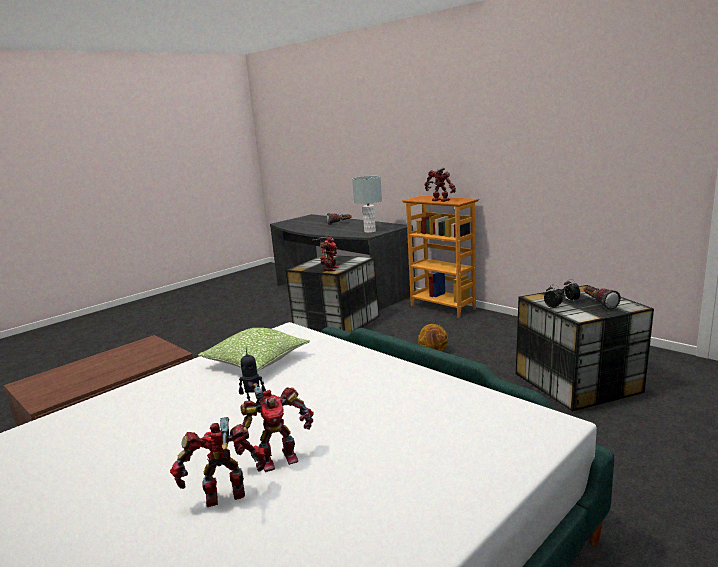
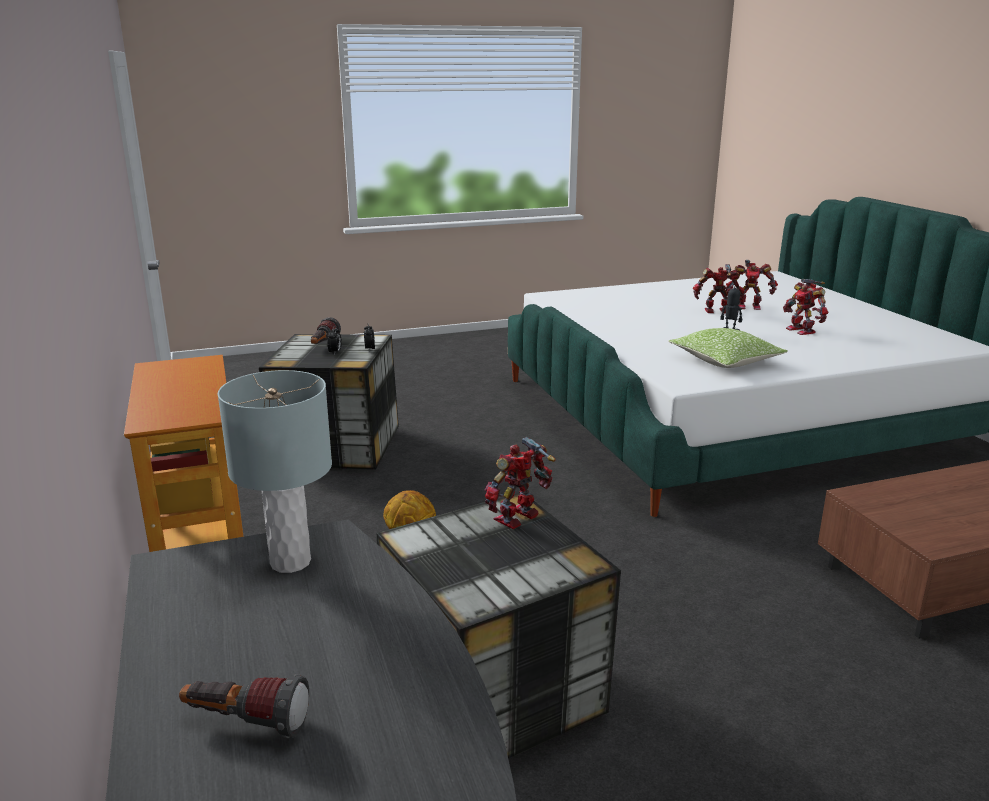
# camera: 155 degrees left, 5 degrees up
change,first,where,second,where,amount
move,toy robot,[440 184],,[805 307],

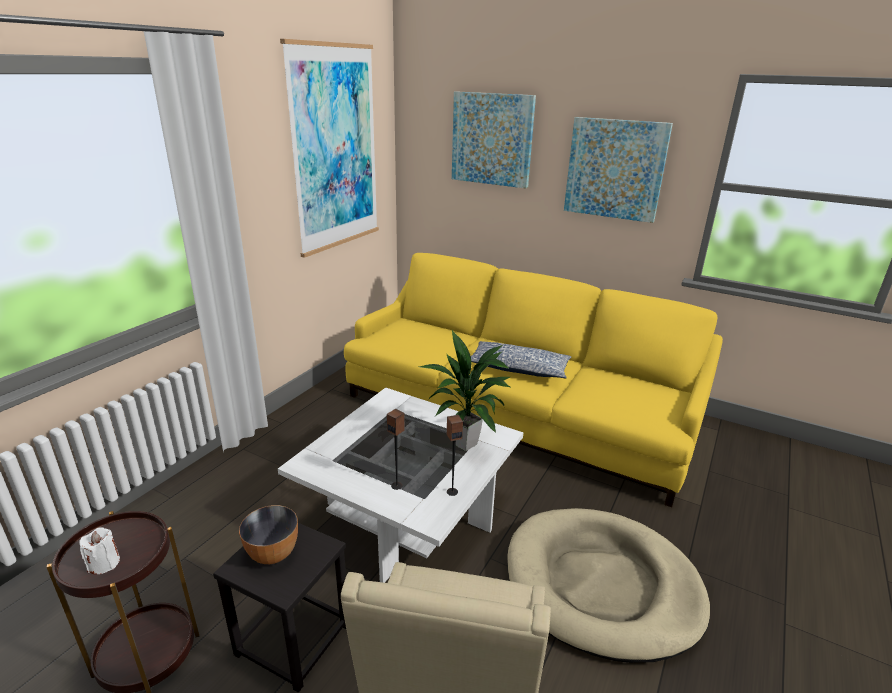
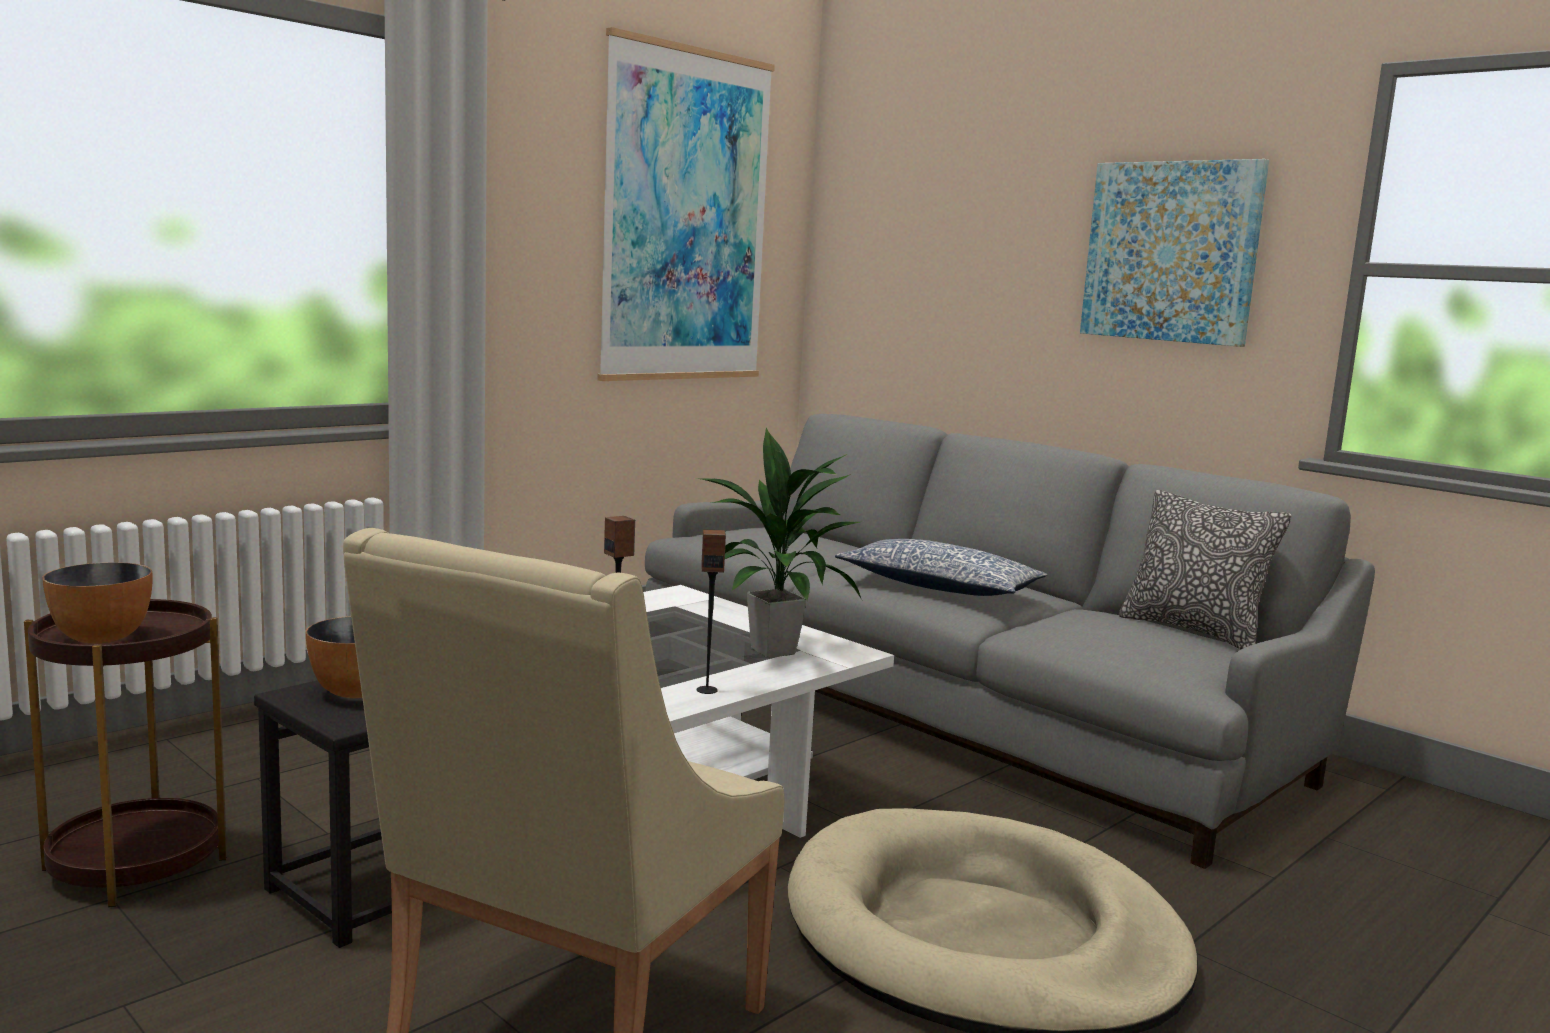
# camera: 15 degrees right, 15 degrees down
change,first,where,second,where,amount
replace,whitish wax light,[99 550],deep dish,[97 603],
recolor,yellow-coloured couch,[533 380],greyish couch,[1010 641],
insert,,,cushion,[1205 569],
delete,picture,[494 139],,,

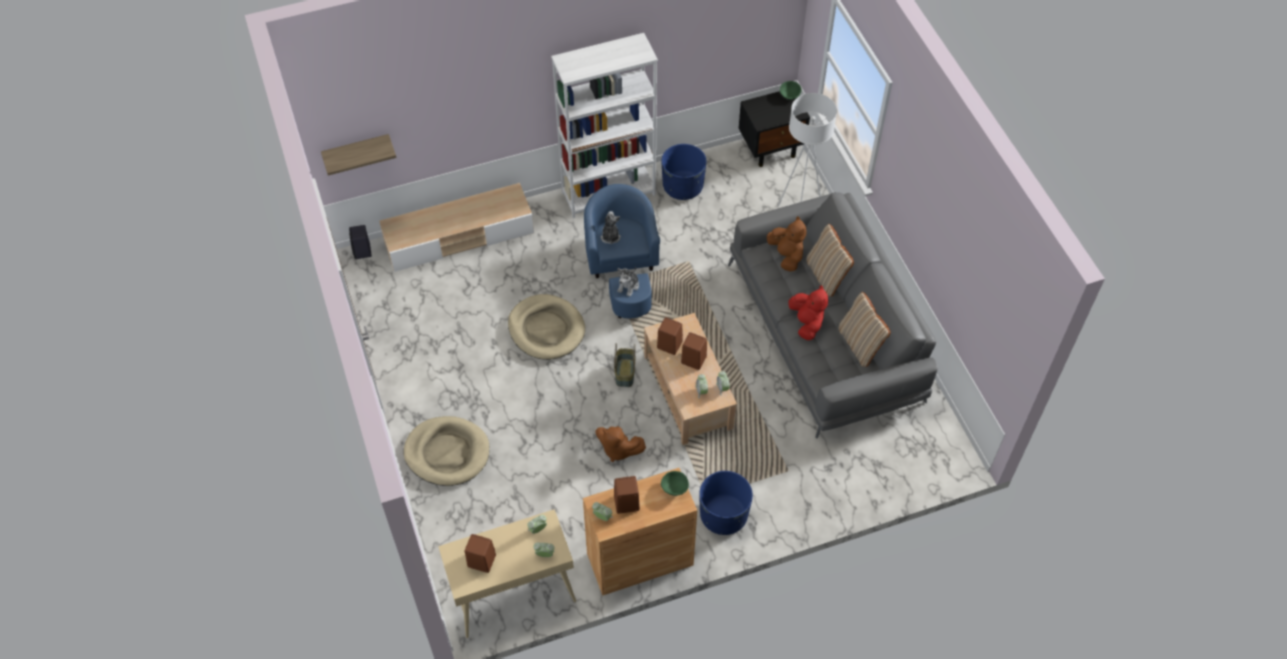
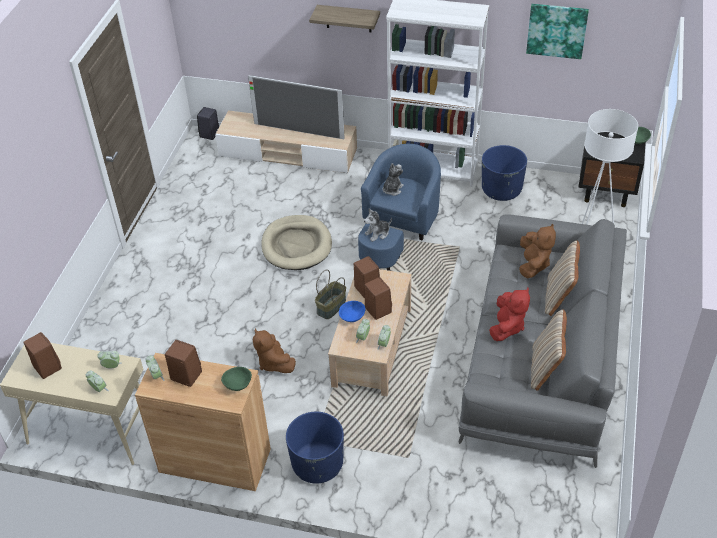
# camera: 35 degrees right, 10 degrees down
change,first,where,second,where,amount
insert,,,TV set,[296 107],
move,wall shelf,[358 155],,[344 18],
insert,,,blue deep dish,[352 311],
insert,,,picture,[557 31],
delete,beige dog bed,[446 451],,,

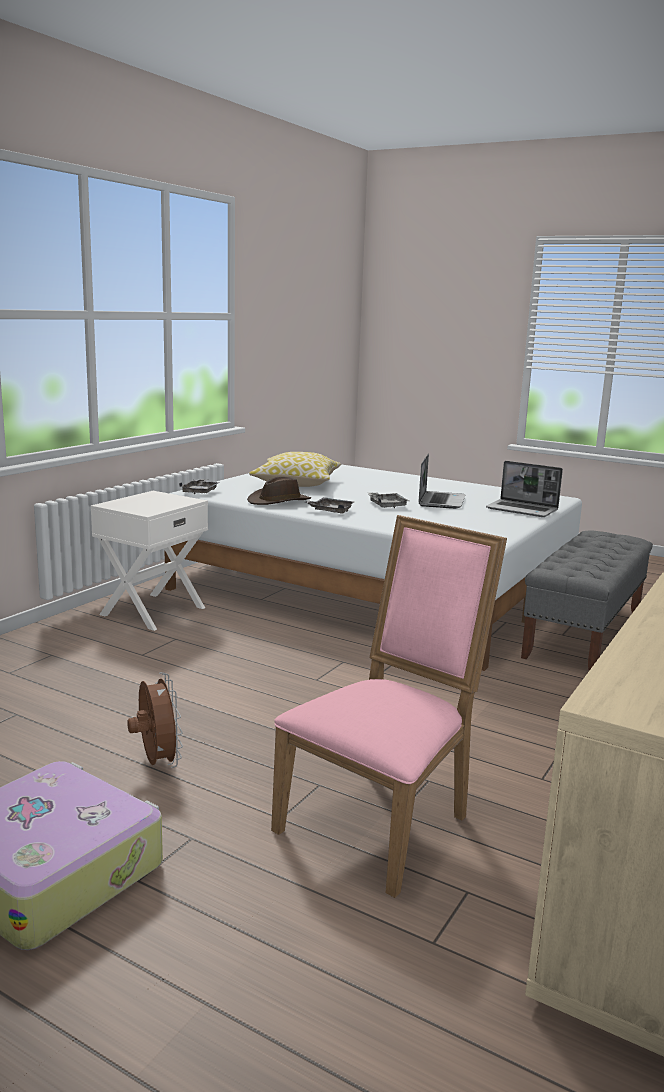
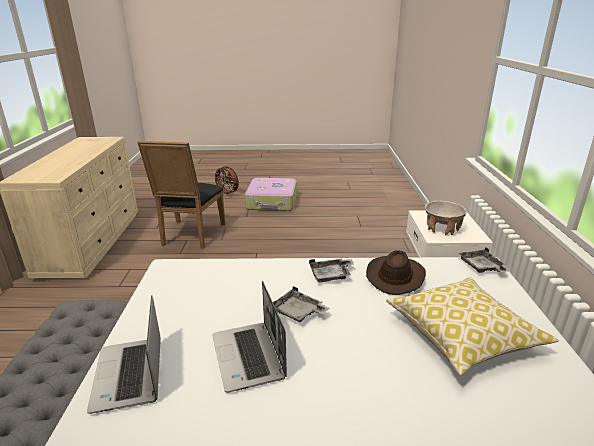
# camera: 150 degrees right, 10 degrees up
change,first,where,second,where,amount
rotate,portable computer,[524 489],,[124 354],105 degrees counterclockwise
recolor,pink-coloured chair,[389 706],black-coloured chair,[181 195],
move,brown fan,[155 720],,[225 181],
insert,,,beige deep dish,[446 218],

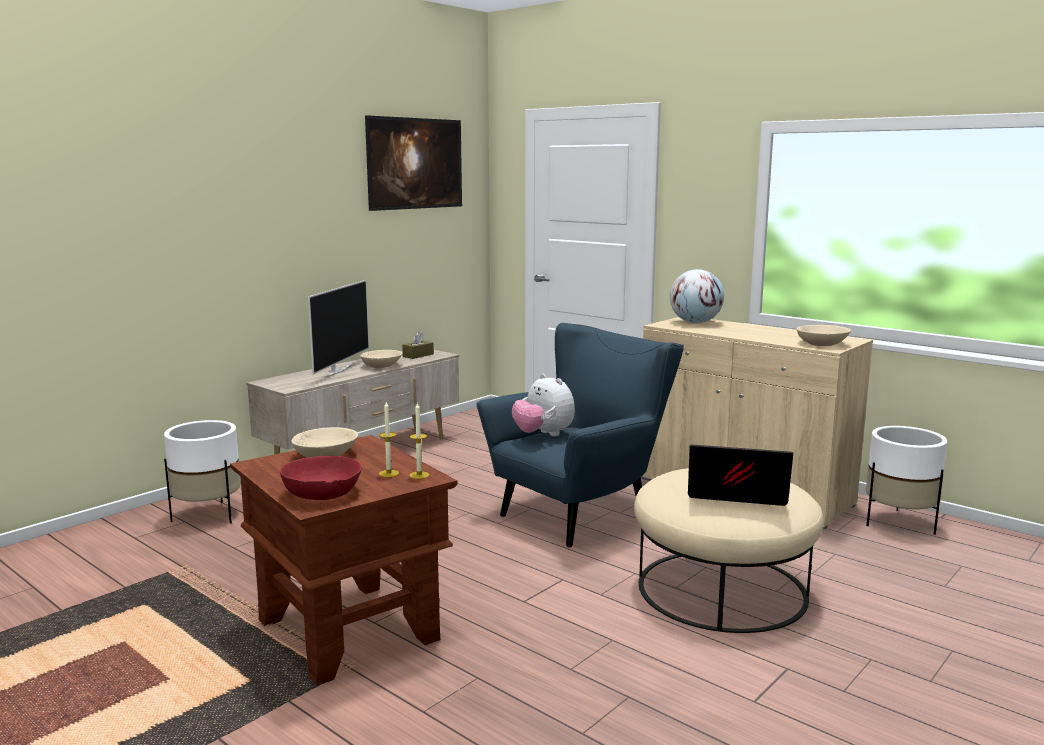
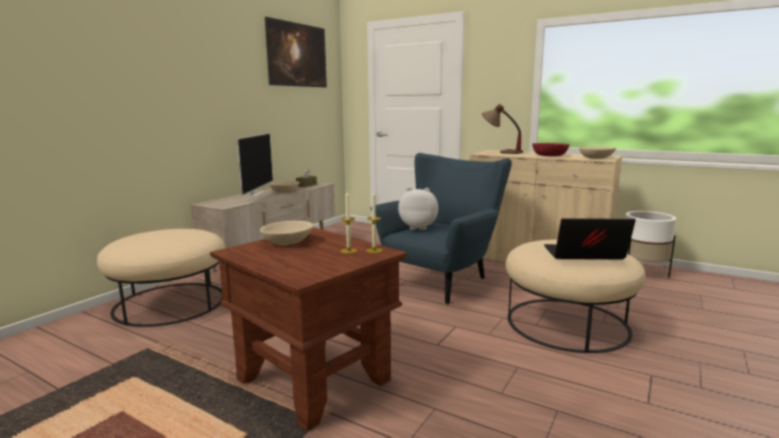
# camera: 10 degrees left, 0 degrees up
change,first,where,second,where,amount
replace,whitish planter,[202 472],beige ottoman,[161 278],
rotate,cuddly toy,[543 405],,[418 208],150 degrees clockwise
replace,globe,[697 296],tabletop lamp,[502 129],
move,red deep dish,[321 478],,[551 149],

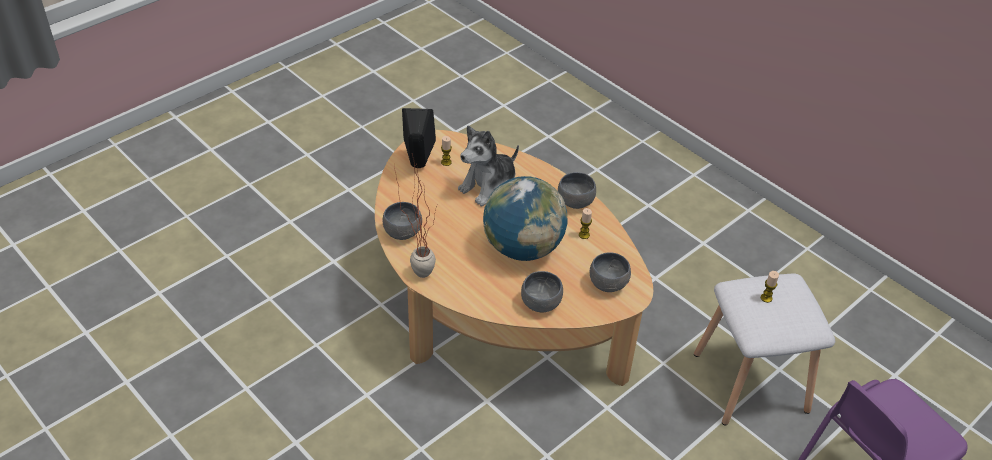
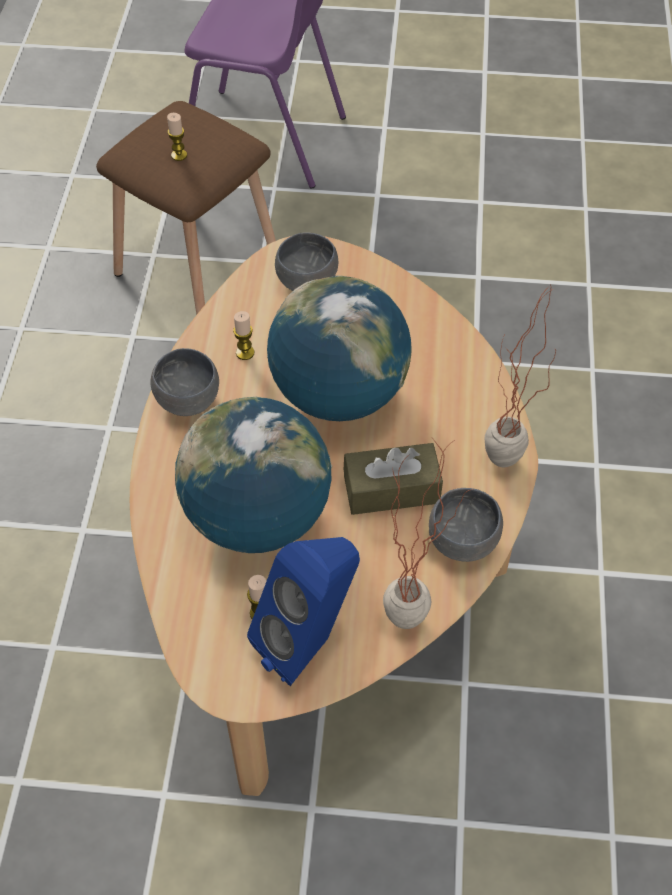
# camera: 130 degrees left, 10 degrees up
change,first,where,second,where,amount
recolor,whitish stool,[764 349],brown stool,[186 208],
replace,cuddly toy,[488 165],globe,[253 475],
recolor,black-coloured loudspeaker,[419 138],blue loudspeaker,[303 611],
insert,,,brown tissue holder,[393 479],
insert,,,plant in a pot,[426 533],
delete,greyish deep dish,[542 291],,,

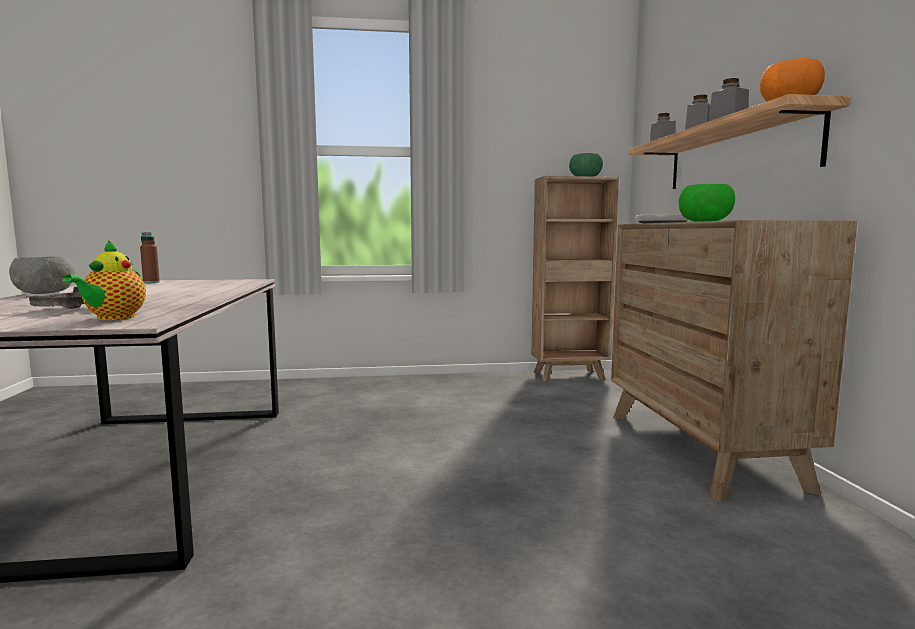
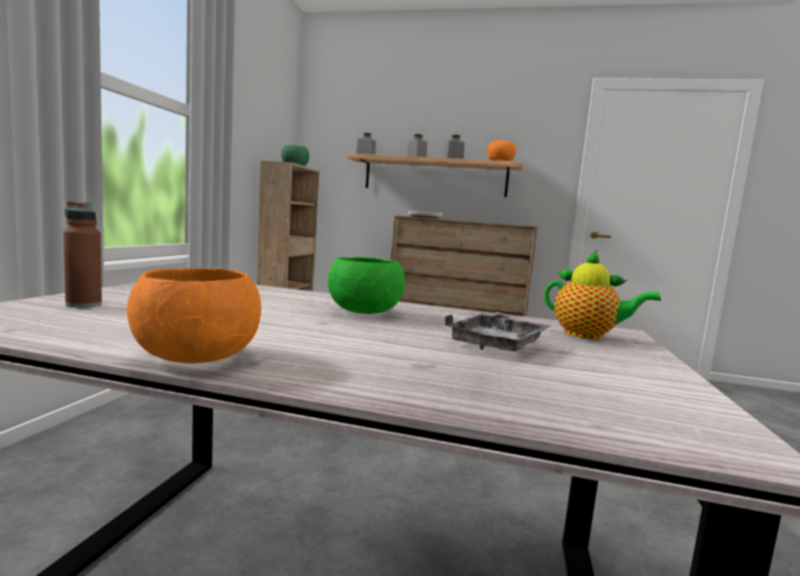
# camera: 70 degrees left, 0 degrees up
change,first,where,second,where,amount
recolor,greyish deep dish,[42 275],orangey deep dish,[194 316],
move,green-coloured deep dish,[707 203],,[366 285],

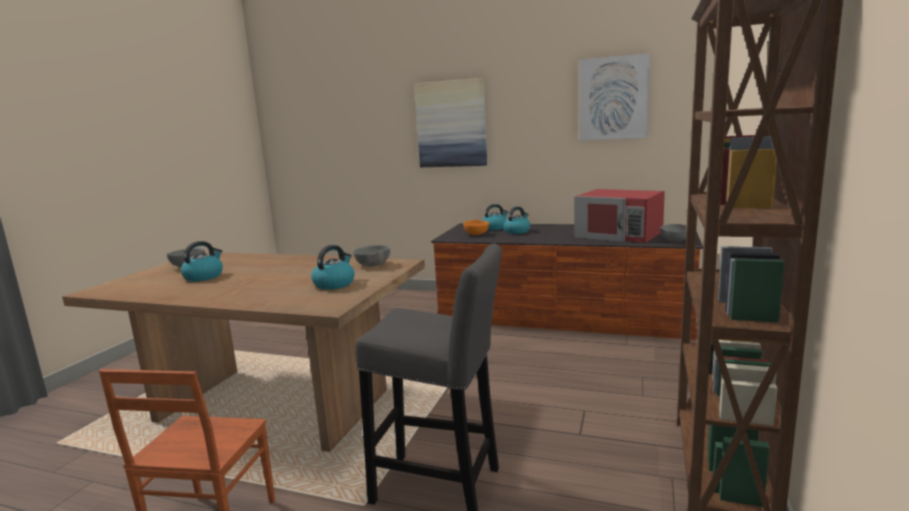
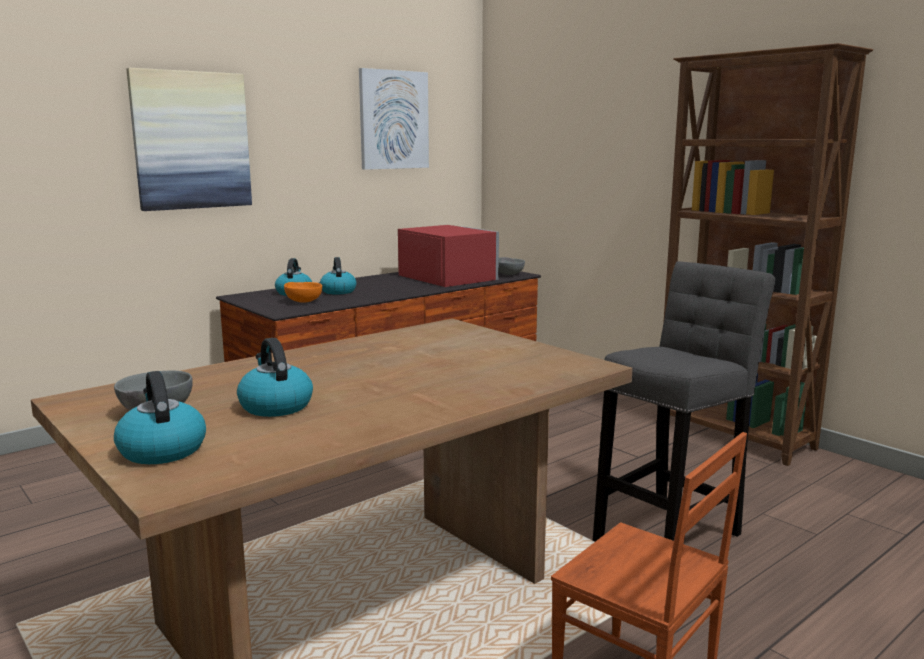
# camera: 60 degrees left, 0 degrees up
change,first,where,second,where,amount
move,kettle,[333 267],,[160 417],
rotate,red microwave oven,[619 216],,[448 256],105 degrees counterclockwise
delete,greyish deep dish,[371 256],,,

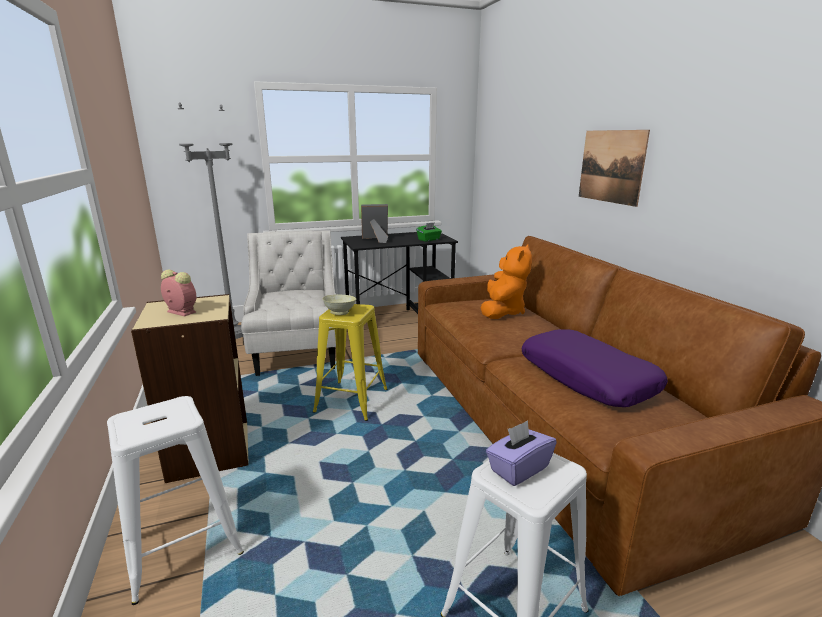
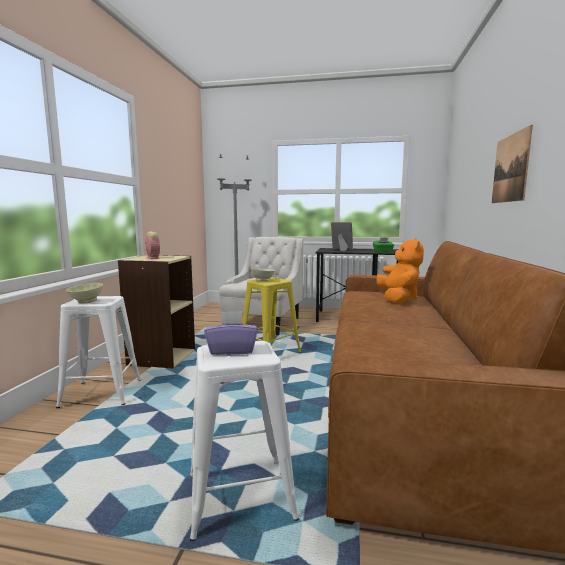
# camera: 30 degrees right, 10 degrees down
change,first,where,second,where,amount
insert,,,beige deep dish,[84 293],
rotate,orangey cuddly toy,[506 281],,[400 270],45 degrees counterclockwise
delete,purplish cushion,[594 368],,,

